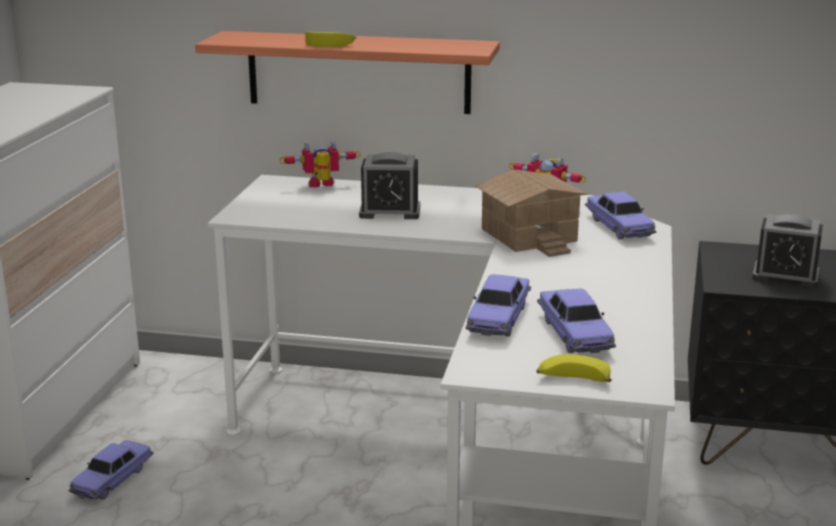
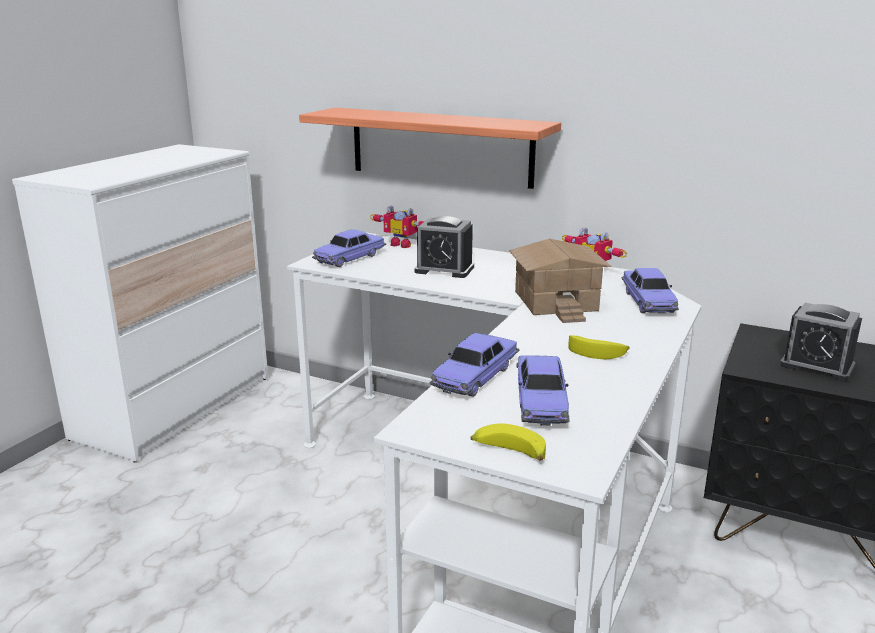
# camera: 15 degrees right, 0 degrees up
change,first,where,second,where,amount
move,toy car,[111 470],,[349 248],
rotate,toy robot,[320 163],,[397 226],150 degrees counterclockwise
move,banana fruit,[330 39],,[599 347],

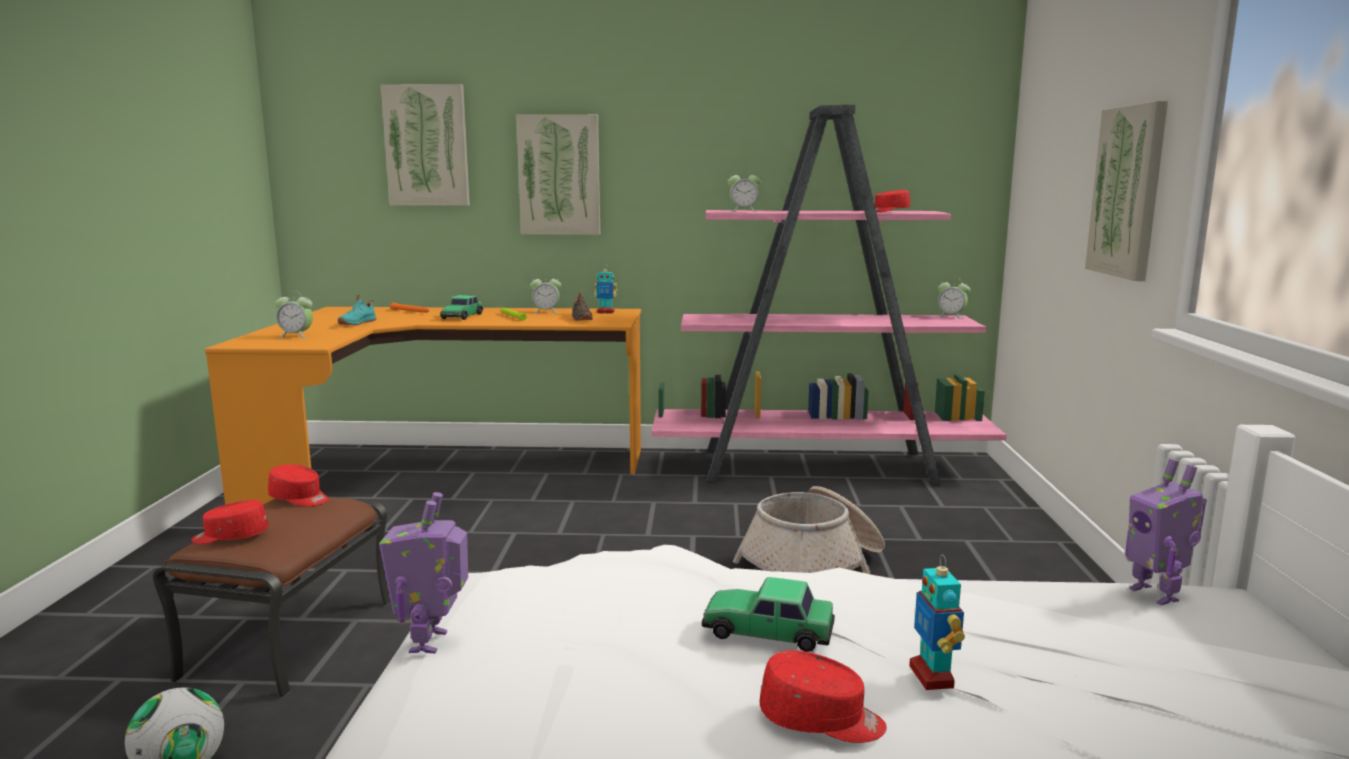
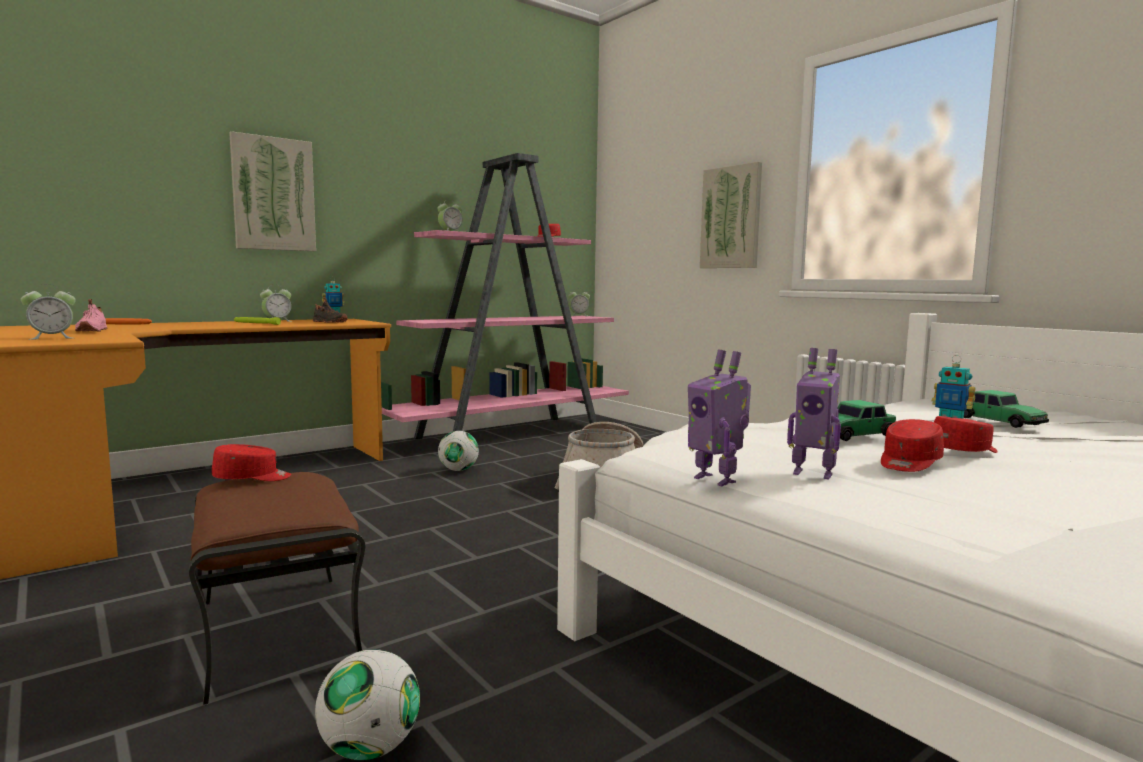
# camera: 40 degrees left, 5 degrees down
change,first,where,second,where,amount
recolor,blue-green item of footwear,[357 310],pink-coloured item of footwear,[91 315],
insert,,,ball for football,[458 451],
move,toy robot,[1166 532],,[814 413],
move,red cap,[230 522],,[912 445],
move,toy car,[461 307],,[1006 409],
delete,picture,[425 145],,,

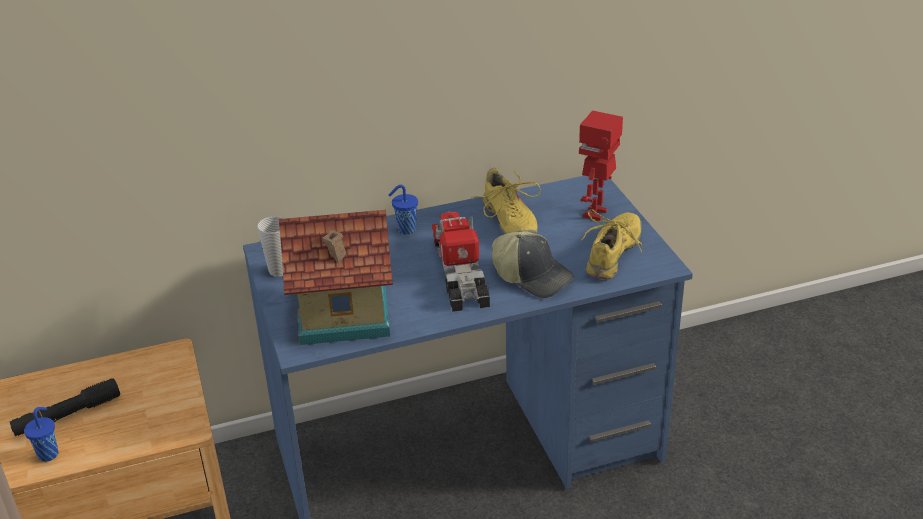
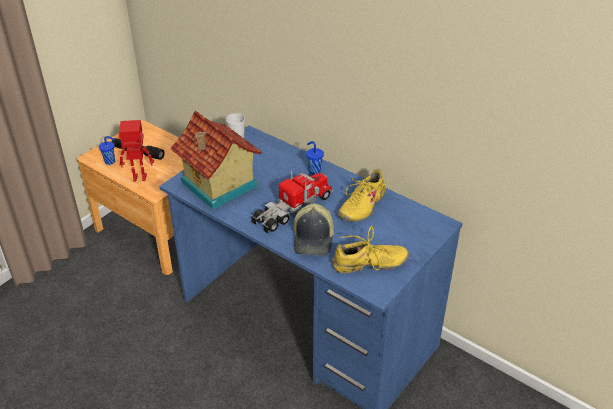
# camera: 55 degrees right, 5 degrees up
change,first,where,second,where,amount
move,toy robot,[601 165],,[136 151],

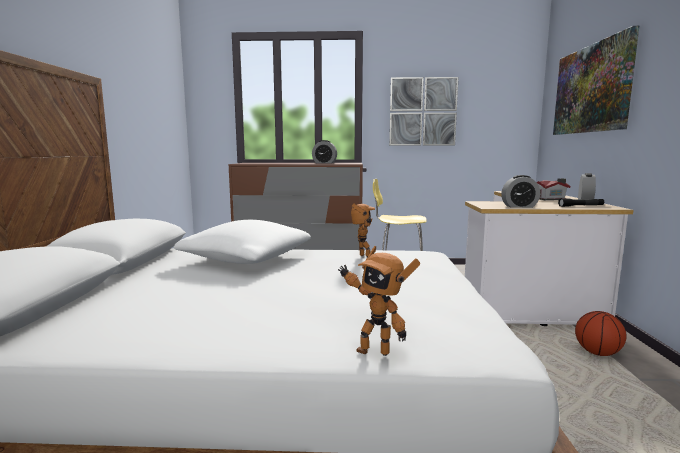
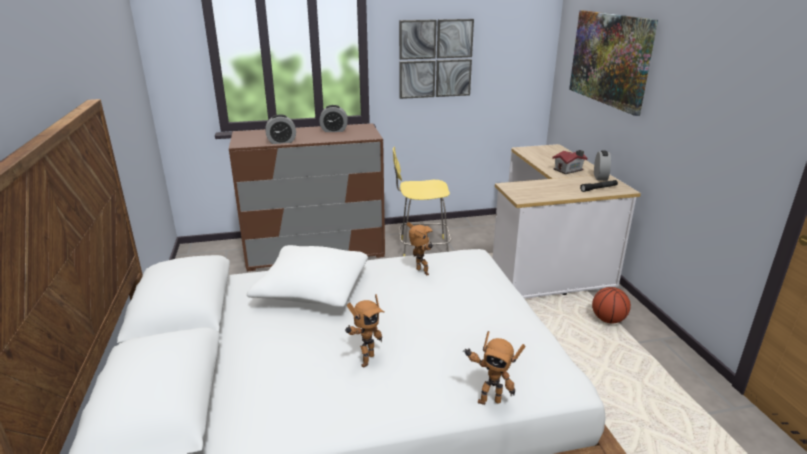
# camera: 15 degrees left, 15 degrees up
change,first,where,second,where,amount
move,table clock,[520 191],,[280 129],
insert,,,toy robot,[364 331],

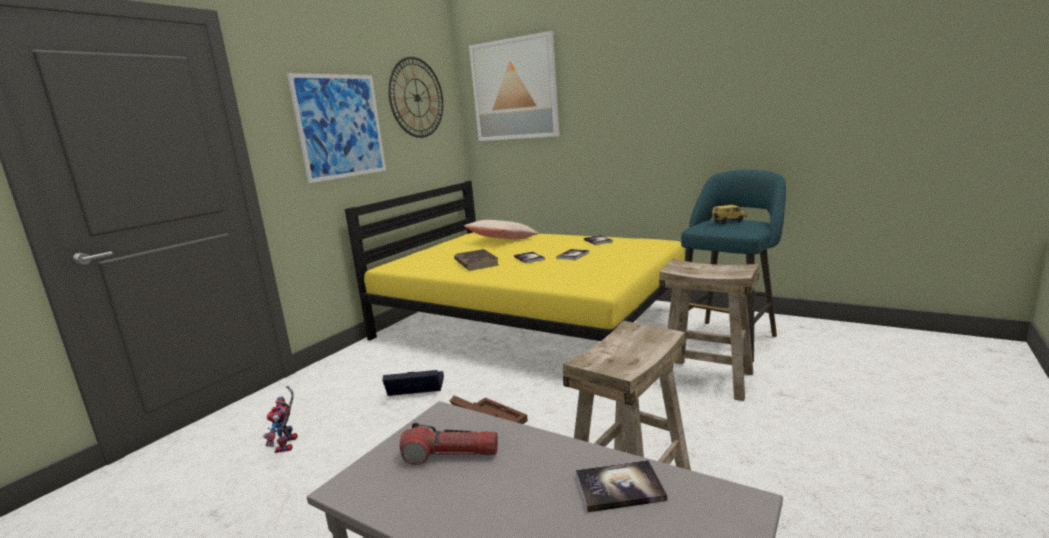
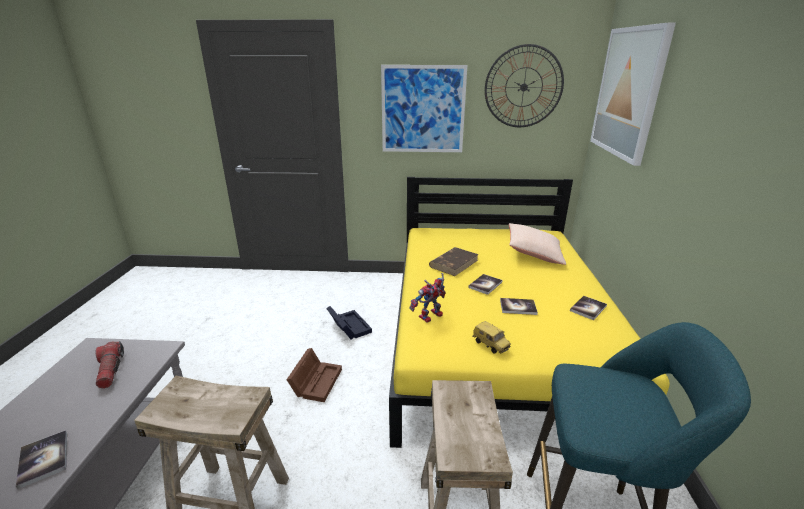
# camera: 60 degrees right, 10 degrees up
change,first,where,second,where,amount
move,toy robot,[281 419],,[427 297],
move,toy car,[729 214],,[492 337],

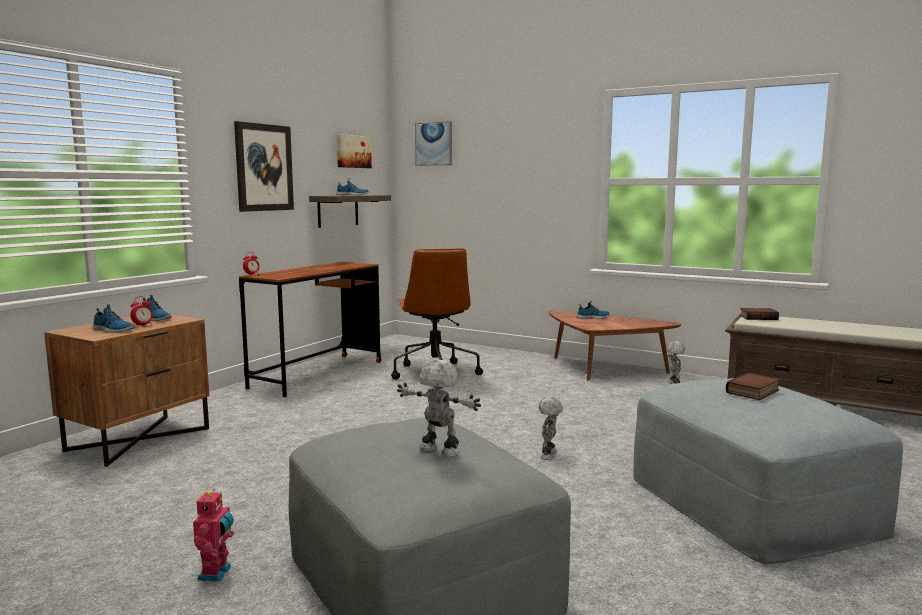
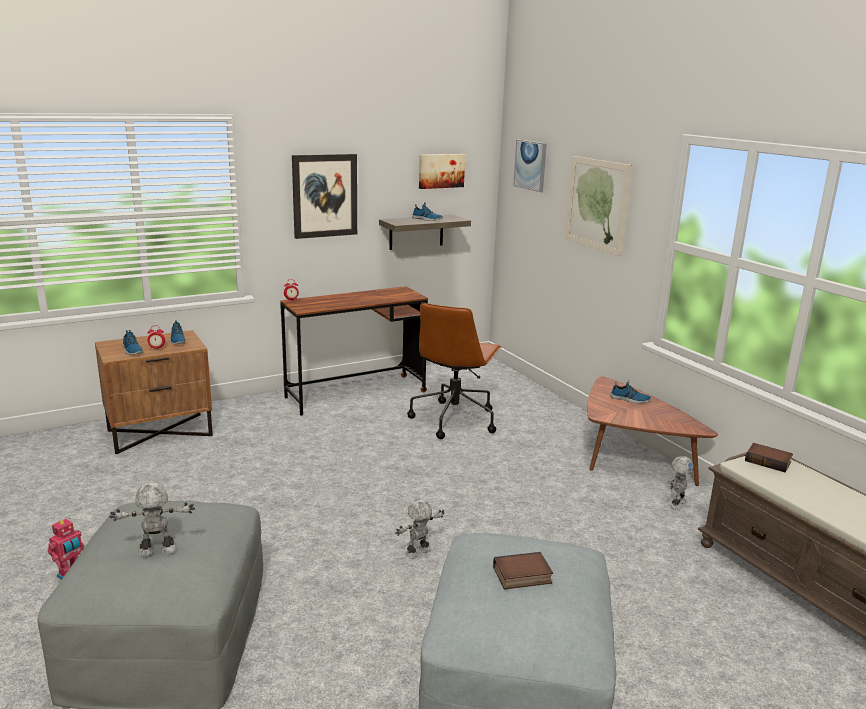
# camera: 30 degrees right, 10 degrees up
change,first,where,second,where,amount
rotate,toy robot,[439 408],,[152 519],75 degrees counterclockwise
insert,,,picture,[598 206],

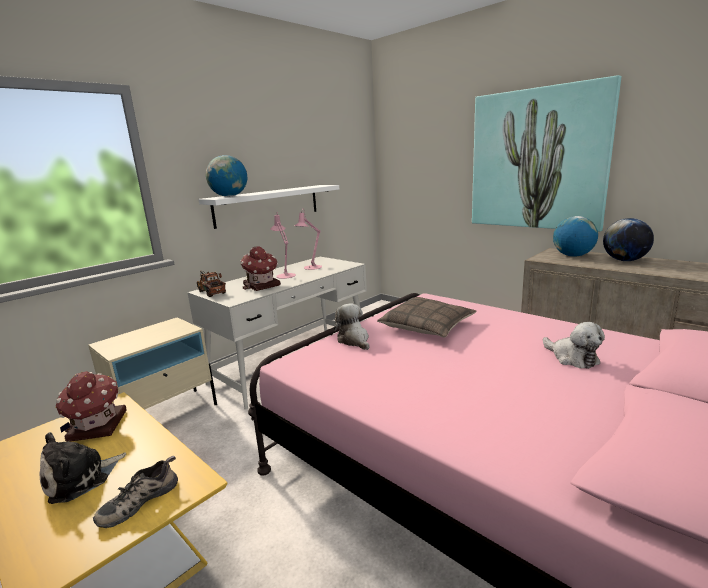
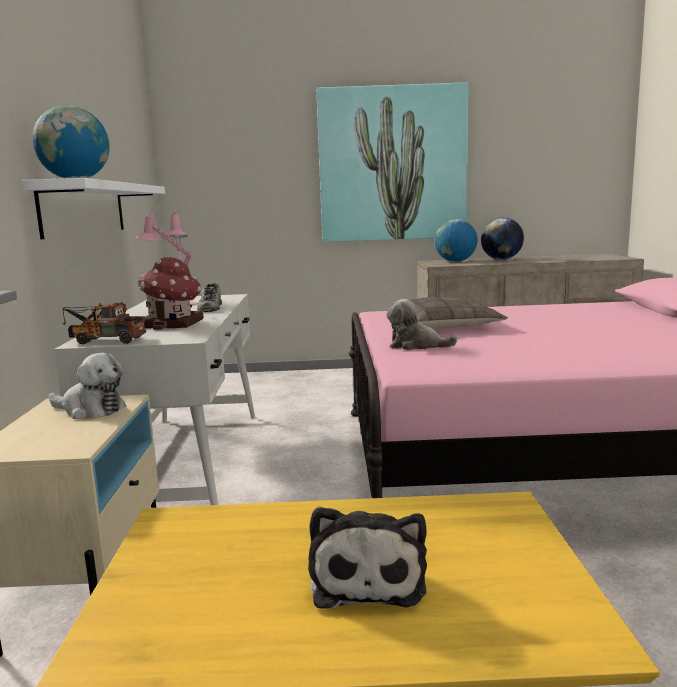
# camera: 45 degrees left, 5 degrees down
change,first,where,second,where,amount
move,cuddly toy,[574 345],,[87 386],
move,item of footwear,[135 492],,[209 297],
delete,model house,[91 406],,,

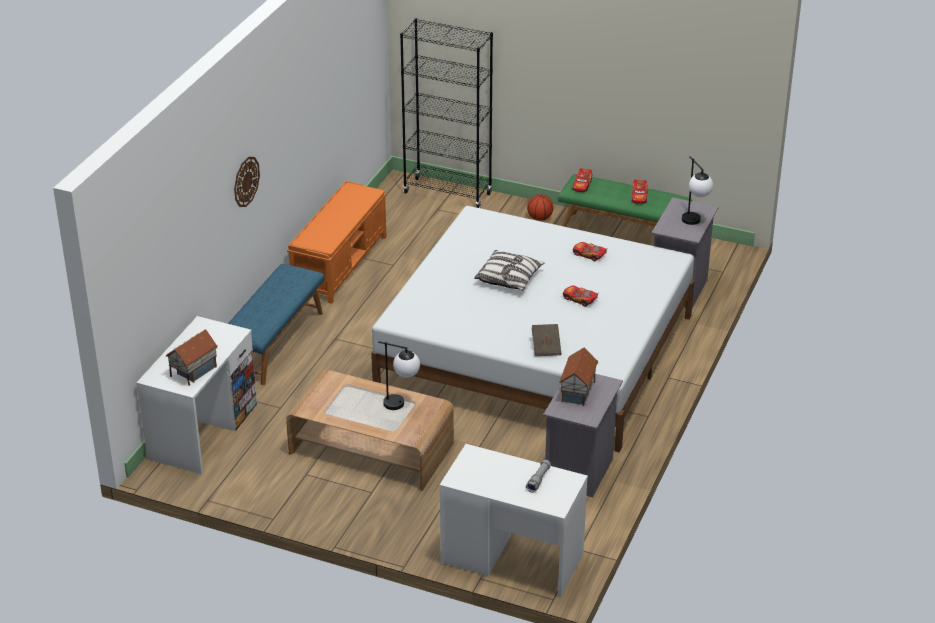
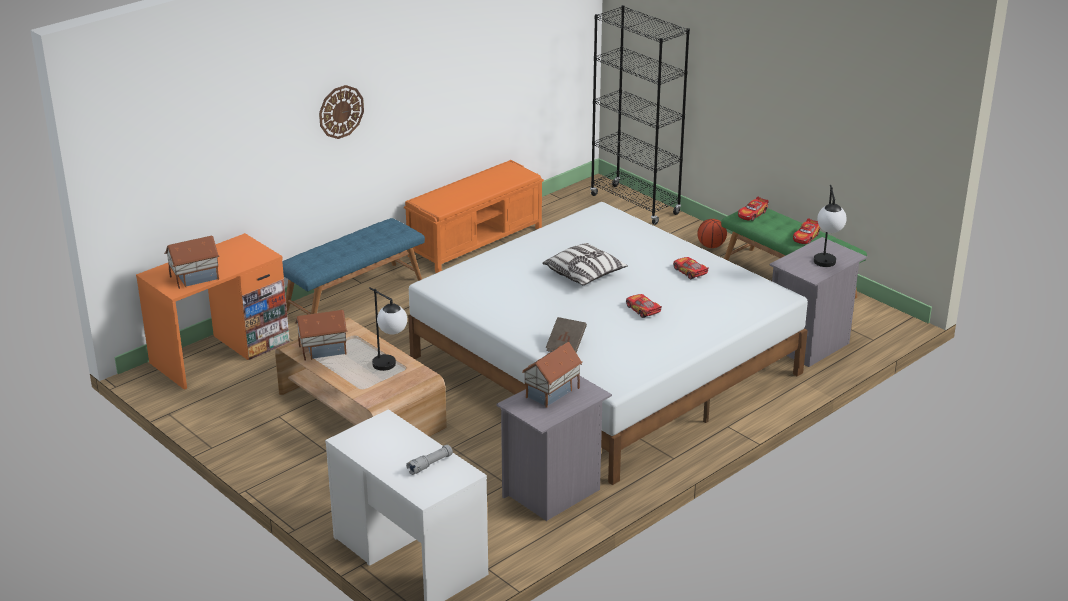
# camera: 25 degrees right, 5 degrees down
change,first,where,second,where,amount
recolor,whitish desk table,[196 395],orangey desk table,[213 311],
insert,,,model house,[321 335],

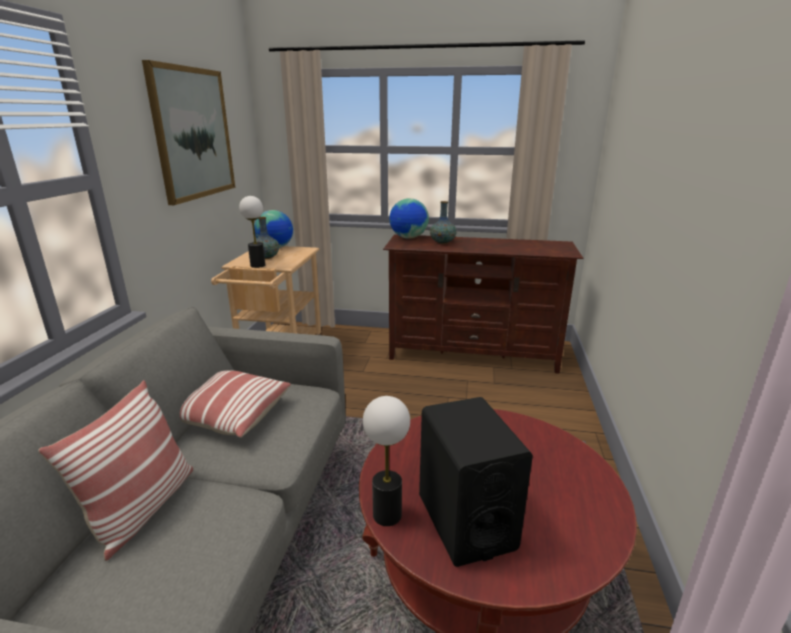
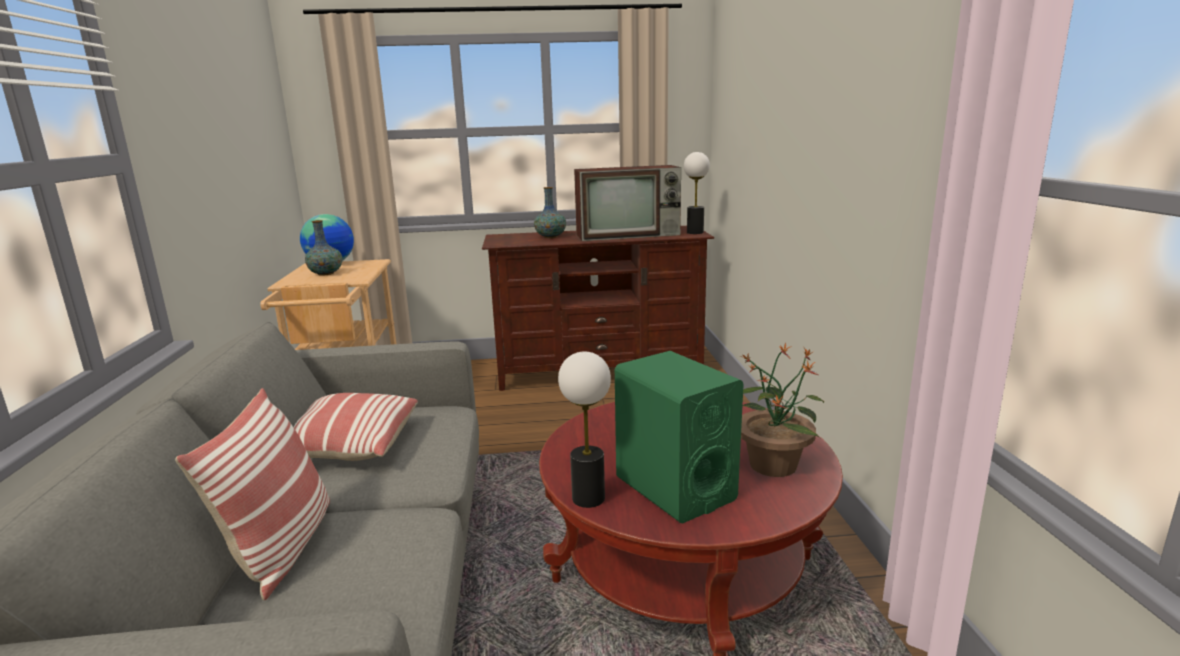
# camera: 15 degrees left, 5 degrees down
change,first,where,second,where,amount
insert,,,TV set,[627 203],
recolor,black-coloured loudspeaker,[476 482],green-coloured loudspeaker,[679 437],
move,tabletop lamp,[252 232],,[697 193],
insert,,,plant in a pot,[782 409],
delete,picture,[188 132],,,
delete,globe,[409 218],,,

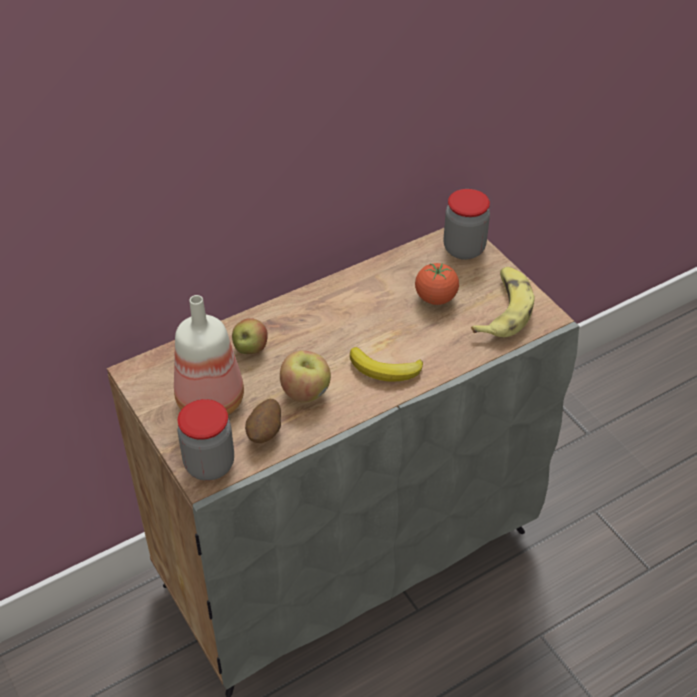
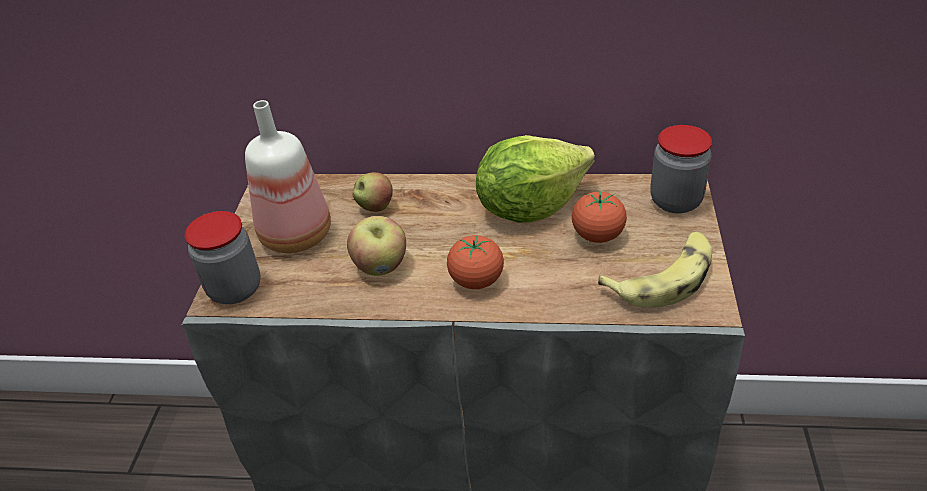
# camera: 40 degrees right, 5 degrees down
change,first,where,second,where,amount
replace,banana fruit,[386 364],tomato,[475 262],
insert,,,lettuce head,[535 179],
delete,potato,[263 421],,,

